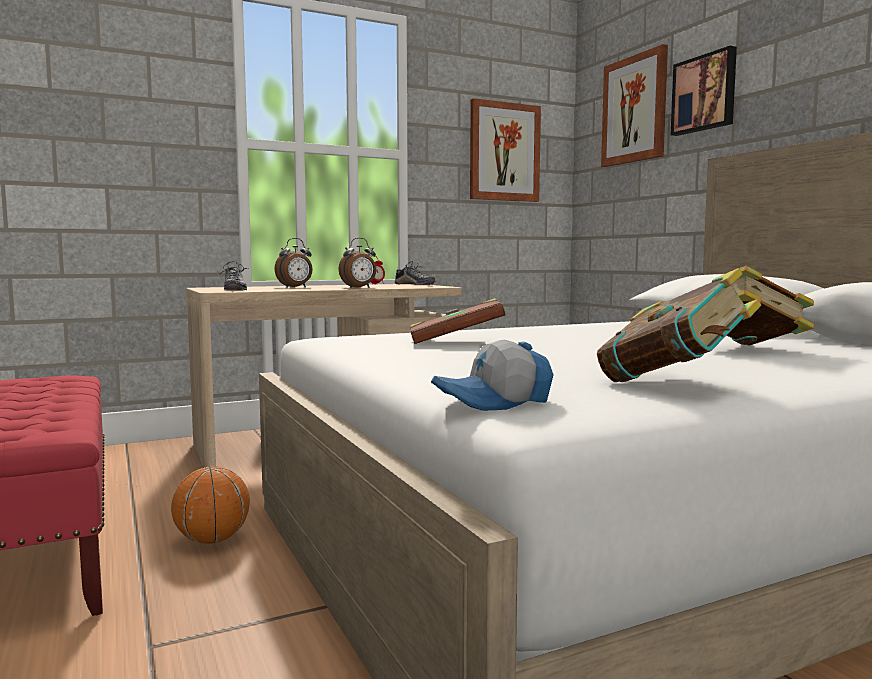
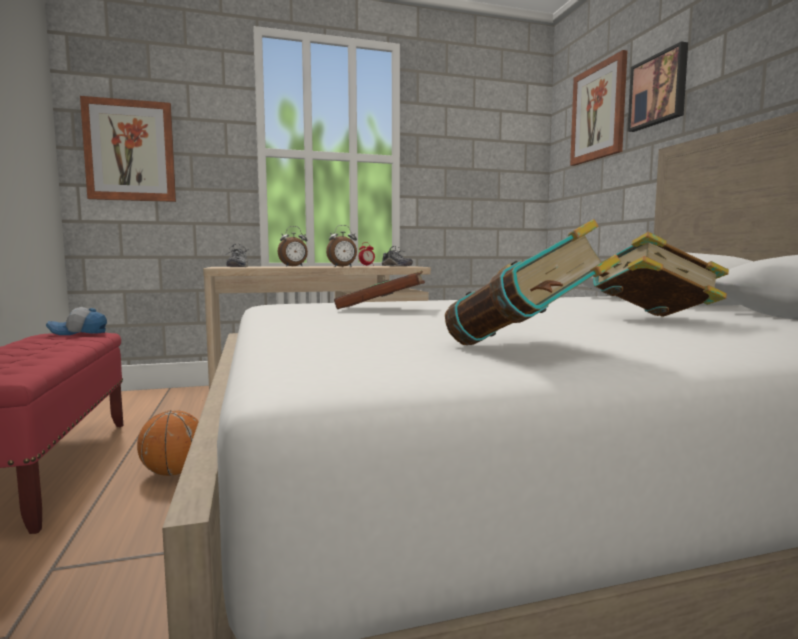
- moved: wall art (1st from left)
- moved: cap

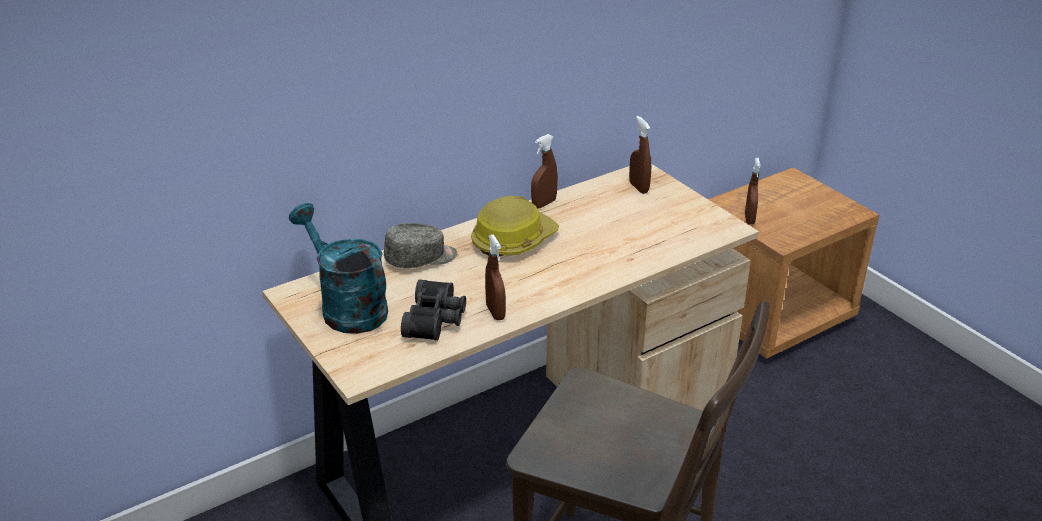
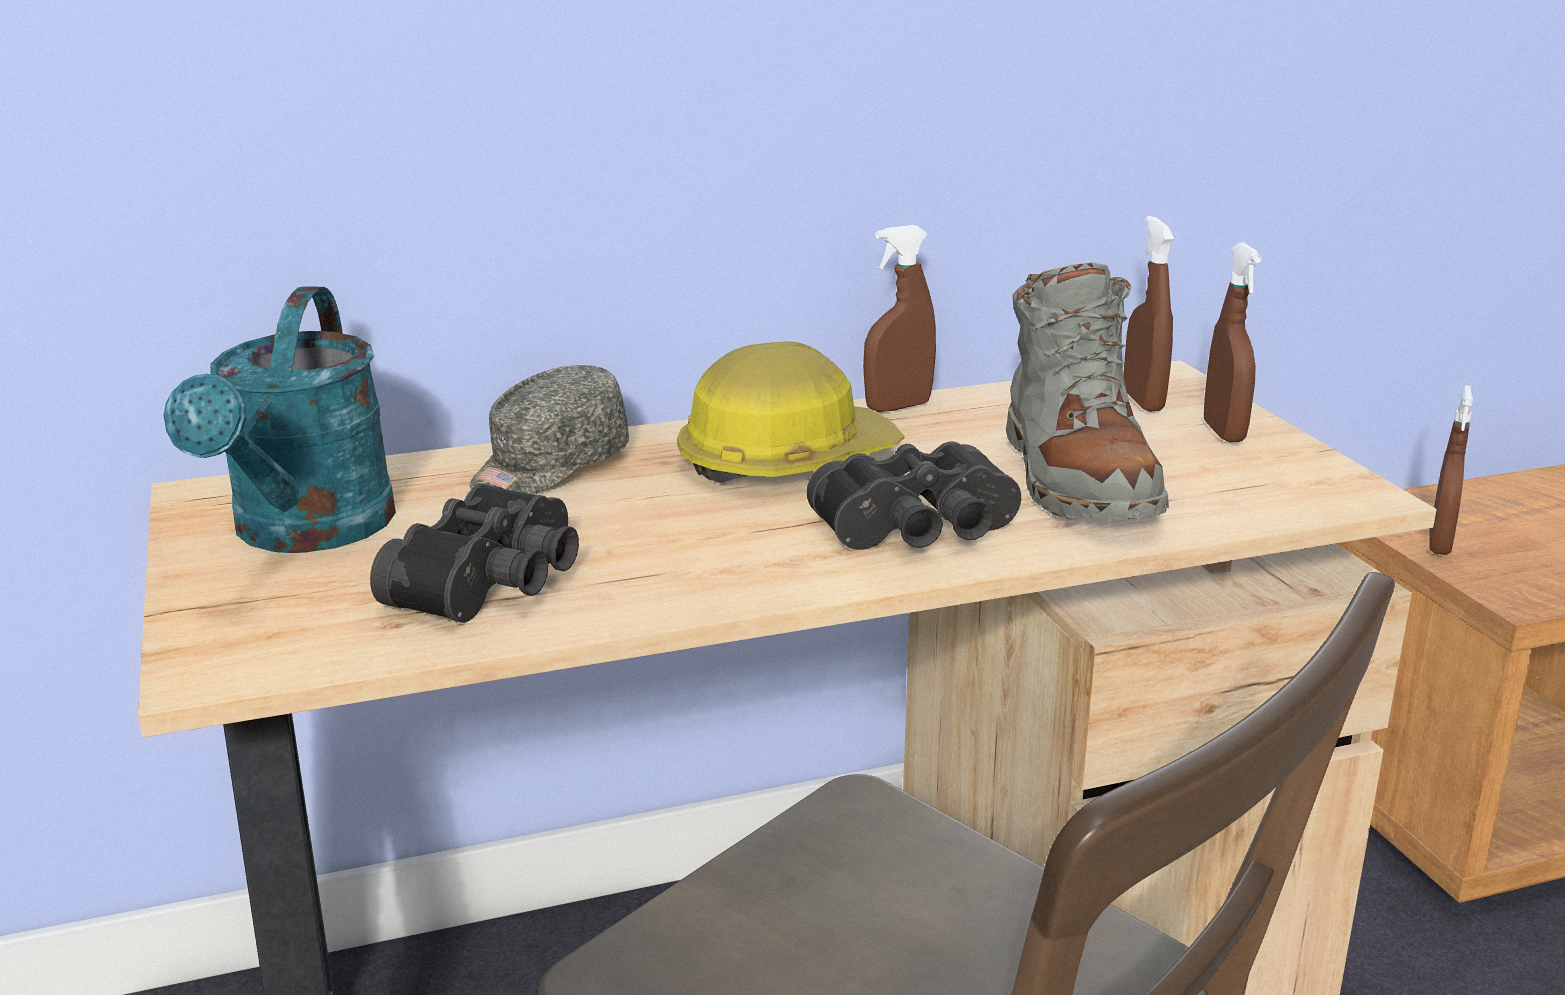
- turned: sprinkling can (turquoise) 150 degrees counterclockwise
- turned: cap (greyish) 135 degrees clockwise
- moved: hand sprayer (brownish) (1st from left in the first image) to hand sprayer (brownish) (3rd from left)
- added: high-top boot (greyish)
- added: pair of binoculars (black) (2nd from left)

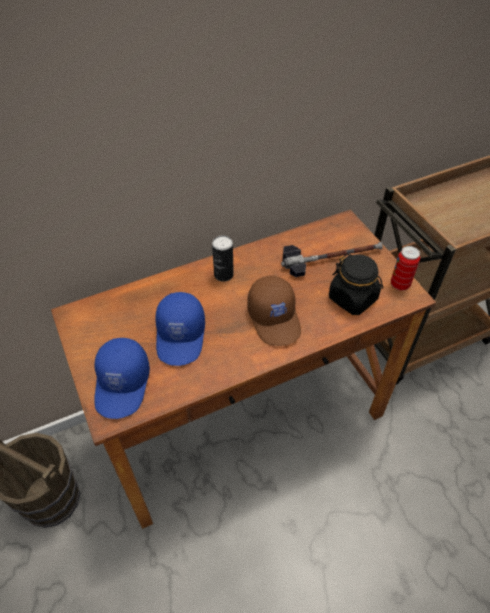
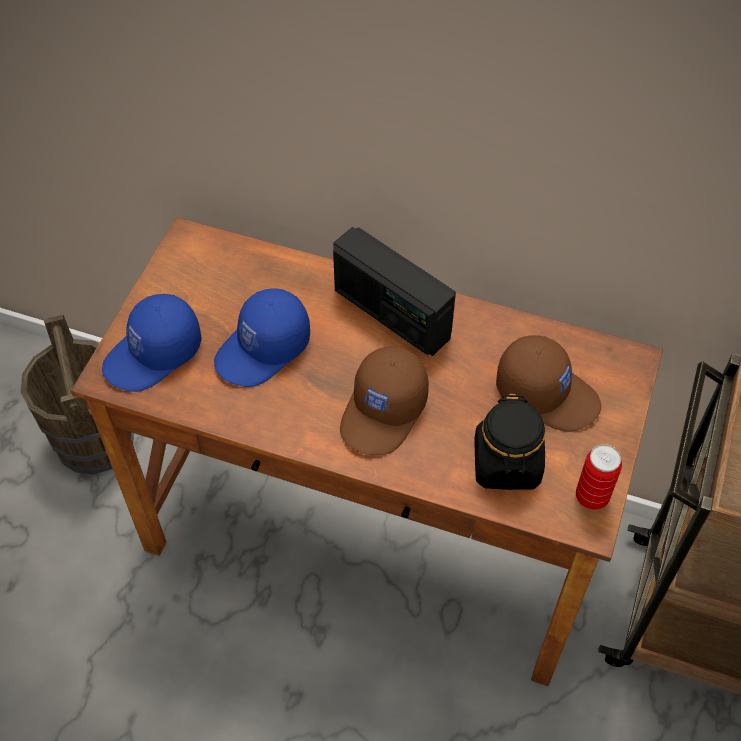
- replaced: metal can (1st from left) to radio set
- replaced: hand hammer to cap (brownish) (2nd from left)

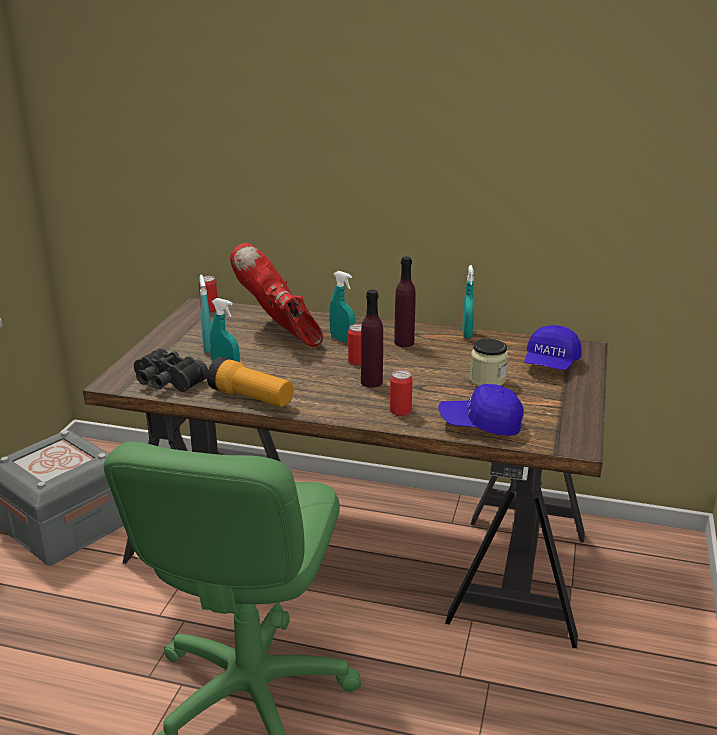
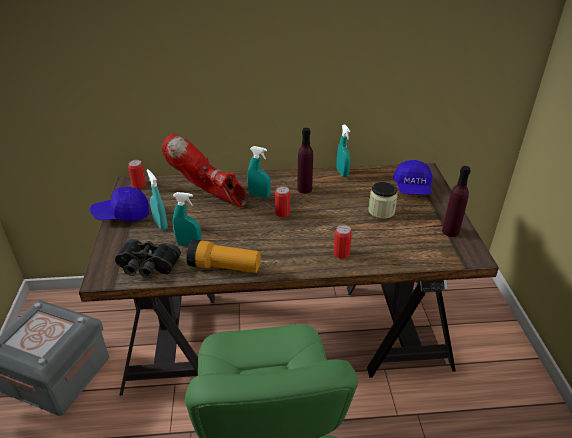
- moved: beverage bottle (purple-coloured) (1st from left in the first image) to beverage bottle (purple-coloured) (2nd from left)
- moved: cap (blue-coloured) (1st from left)

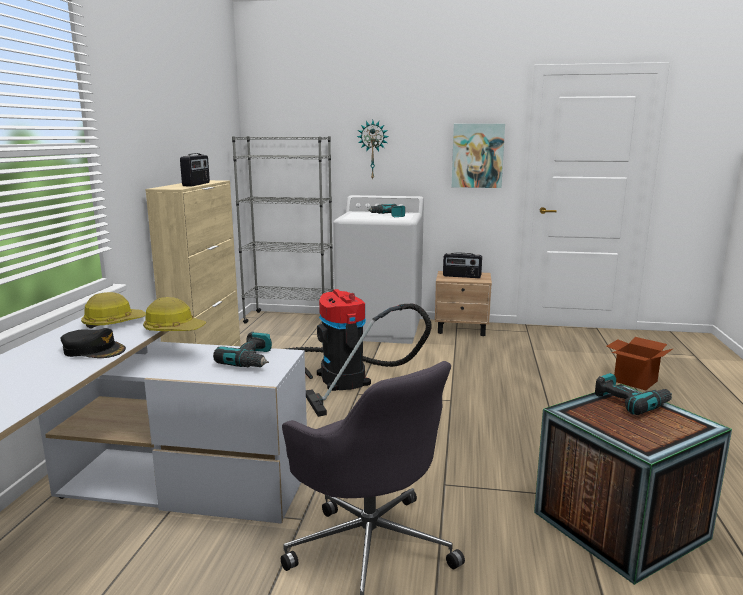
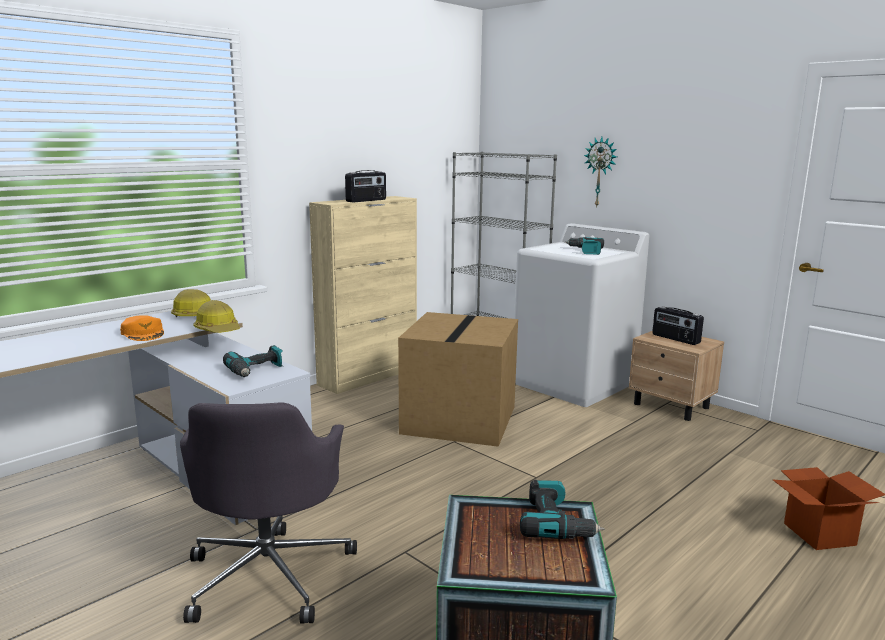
- removed: wall art
- replaced: vacuum cleaner to cardboard box (1st from left)
- recoloured: cap (black) to cap (orange)

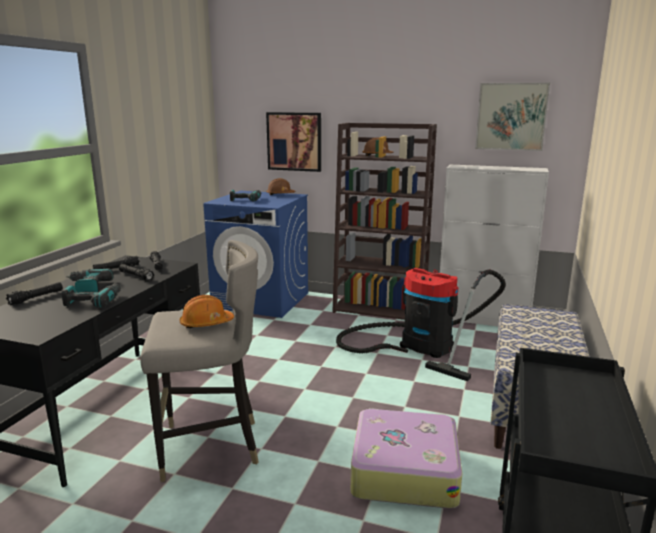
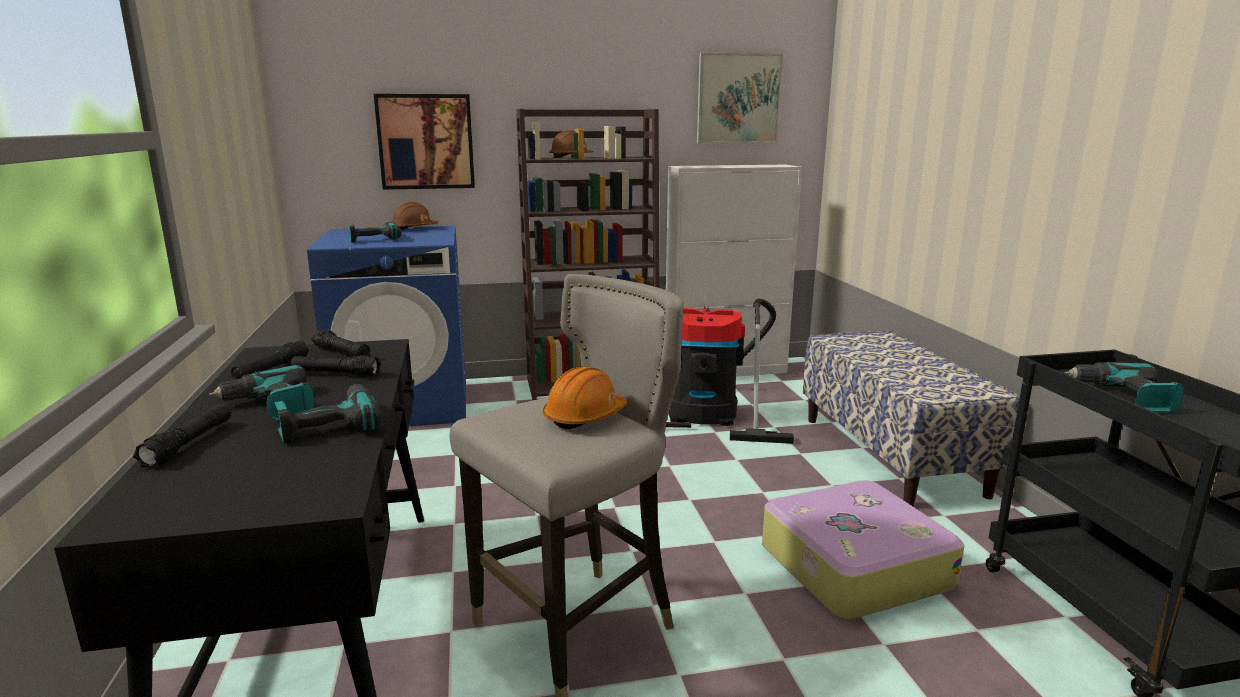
- added: drill (4th from left)

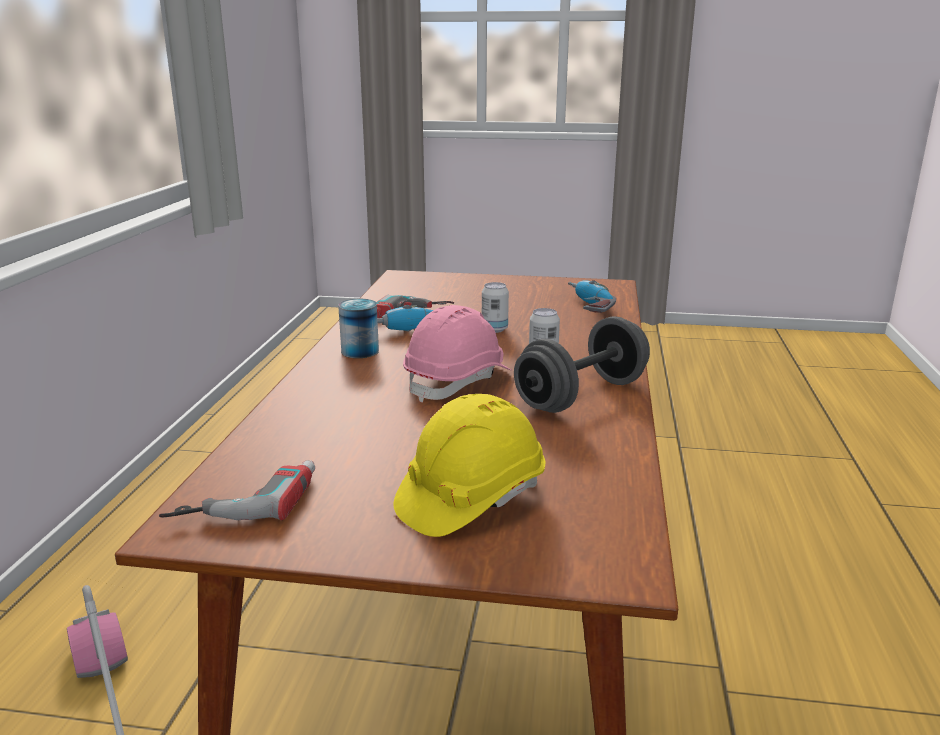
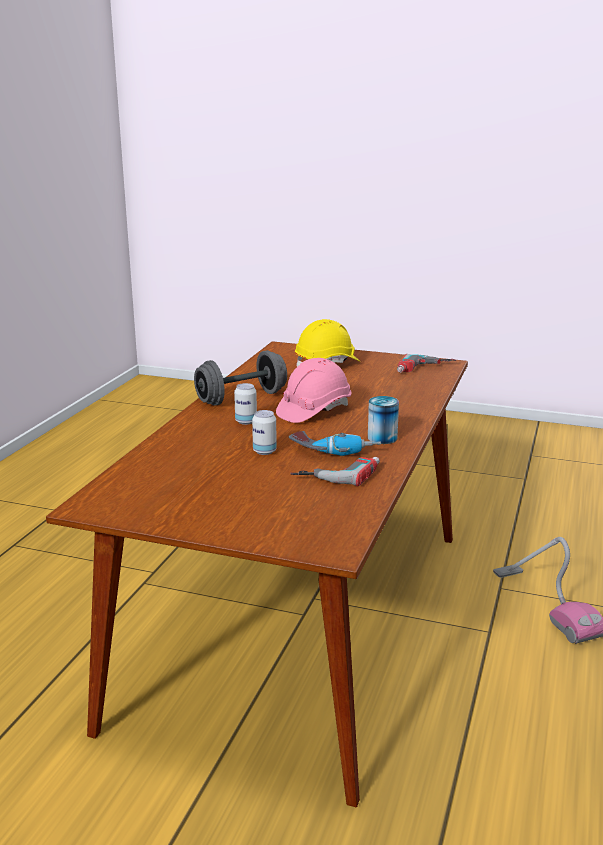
- removed: drill (4th from left)

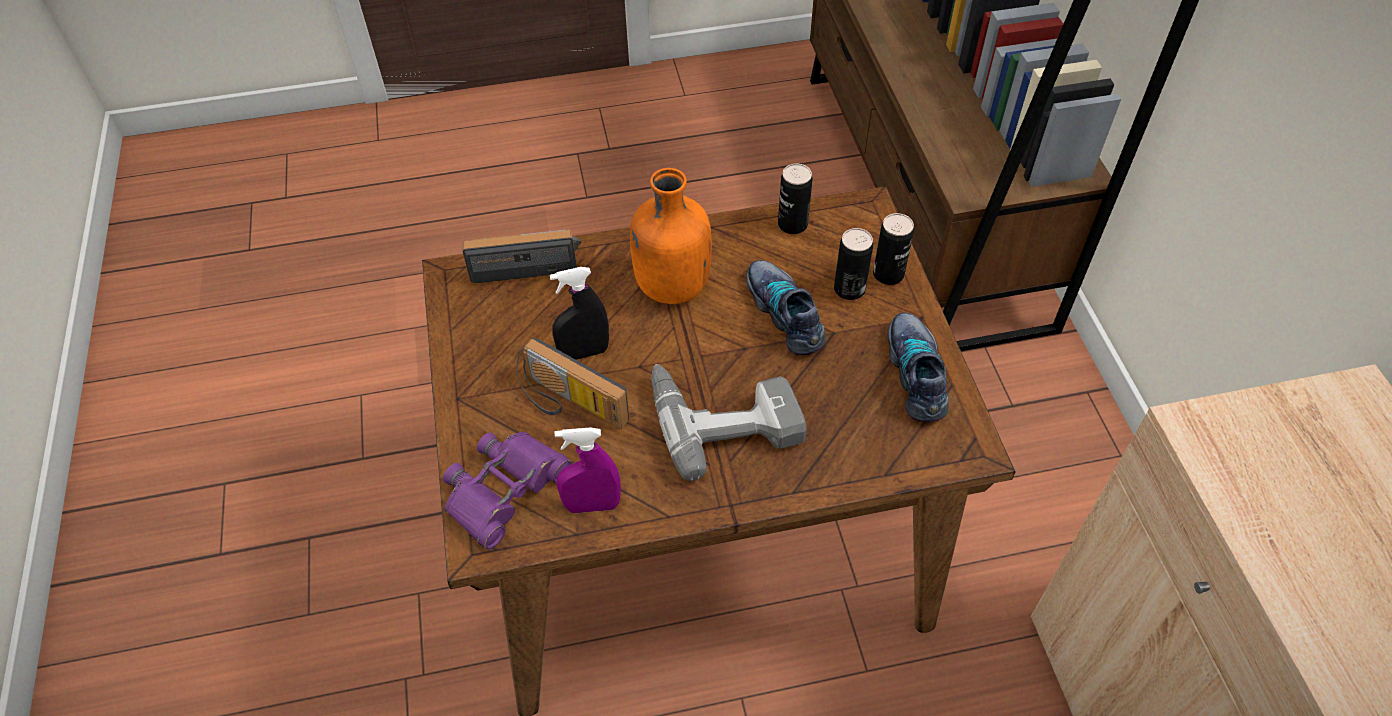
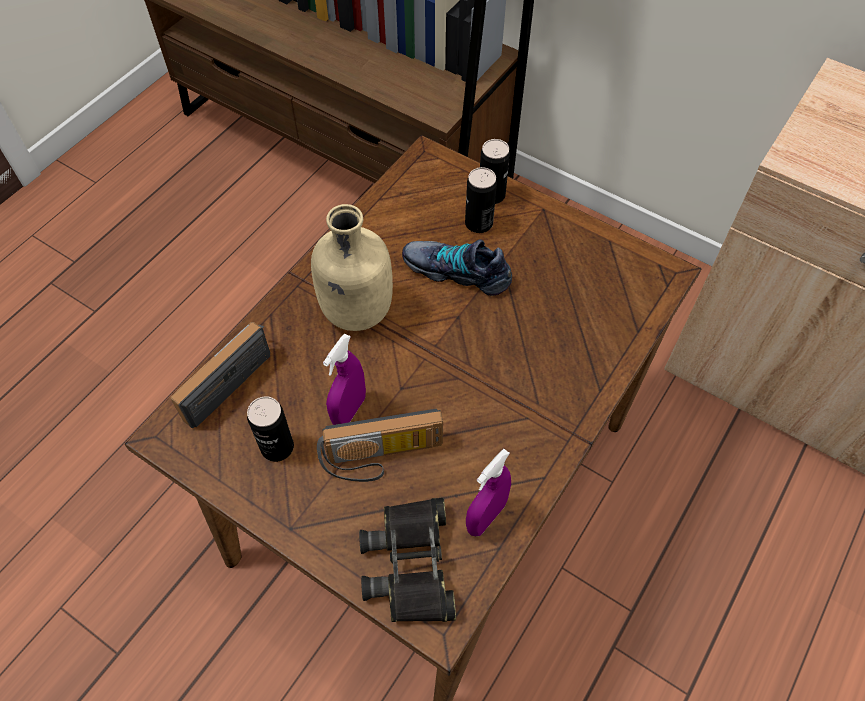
- moved: metal can (1st from left)
- recoloured: beverage bottle (orange) to beverage bottle (beige-coloured)
- recoloured: hand sprayer (black) to hand sprayer (purple-coloured) (1st from left)
- removed: shoe (2nd from left)
- removed: drill
- recoloured: pair of binoculars (purple-coloured) to pair of binoculars (black)

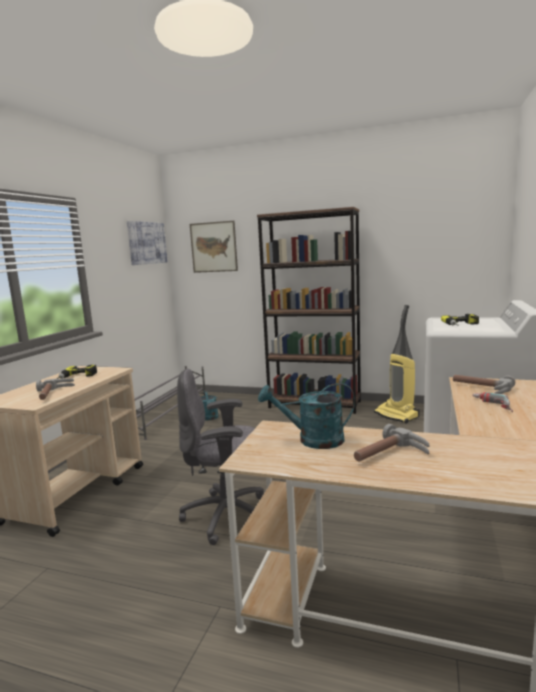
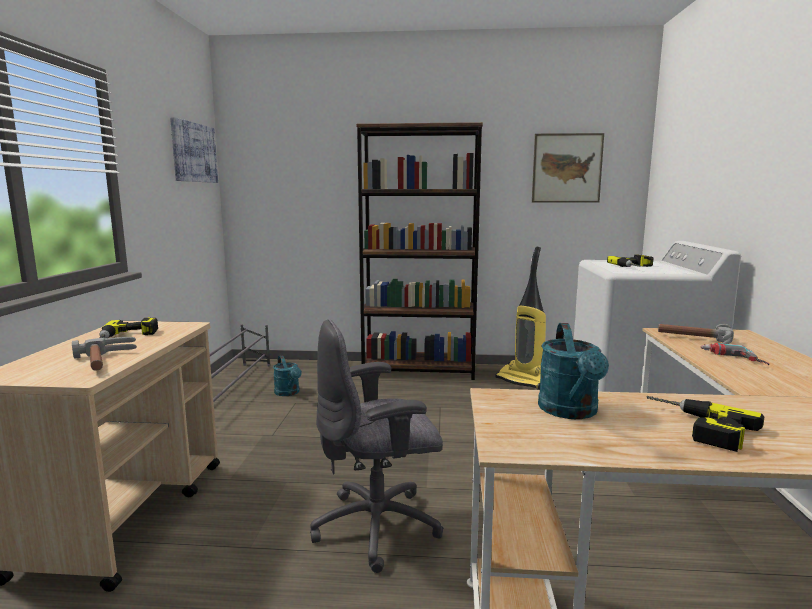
- moved: wall art (2nd from left)
- turned: sprinkling can (turquoise) (2nd from left) 75 degrees counterclockwise
- replaced: hand hammer (2nd from left) to drill (3rd from left)

